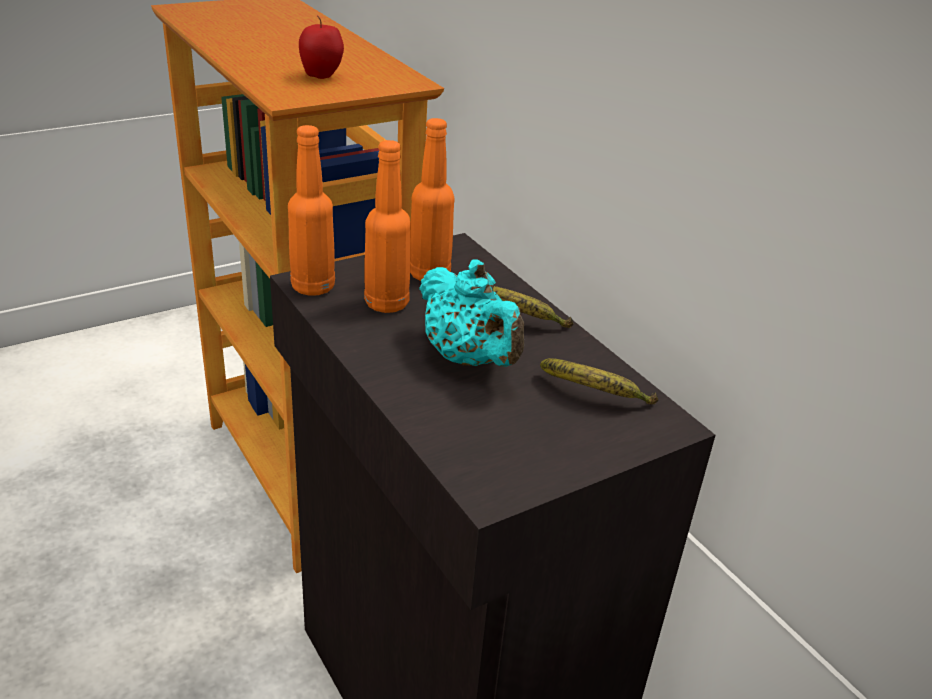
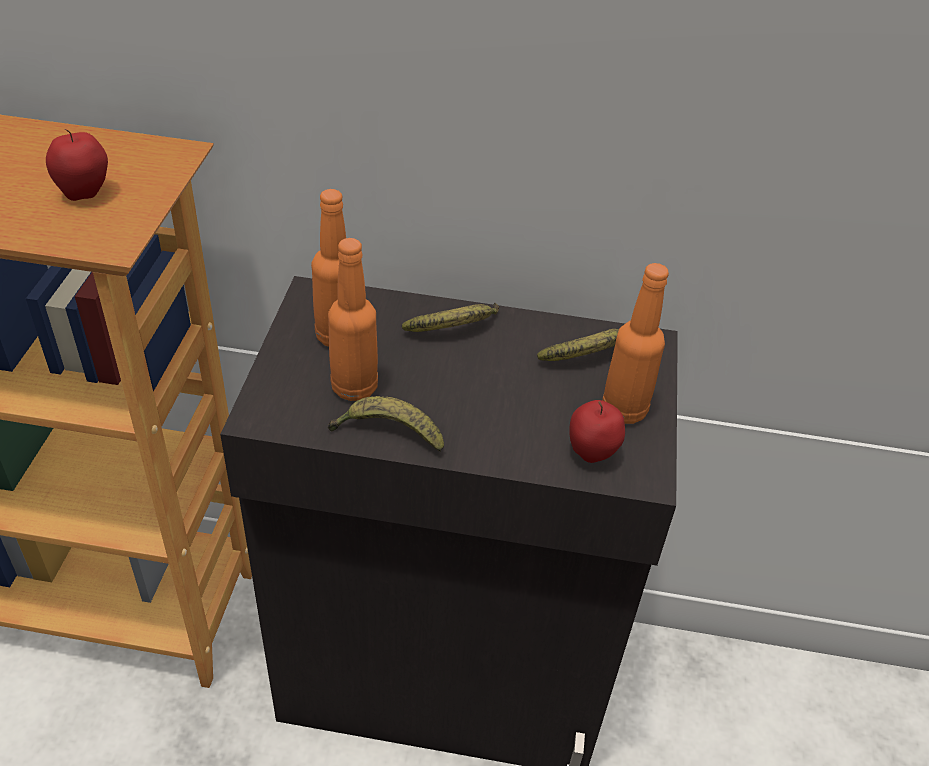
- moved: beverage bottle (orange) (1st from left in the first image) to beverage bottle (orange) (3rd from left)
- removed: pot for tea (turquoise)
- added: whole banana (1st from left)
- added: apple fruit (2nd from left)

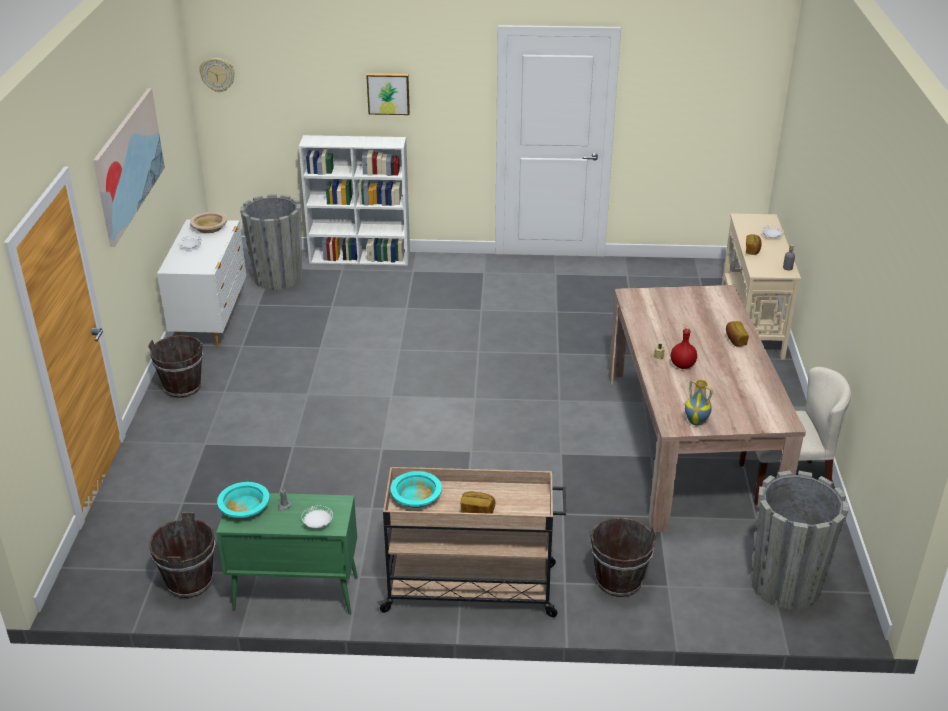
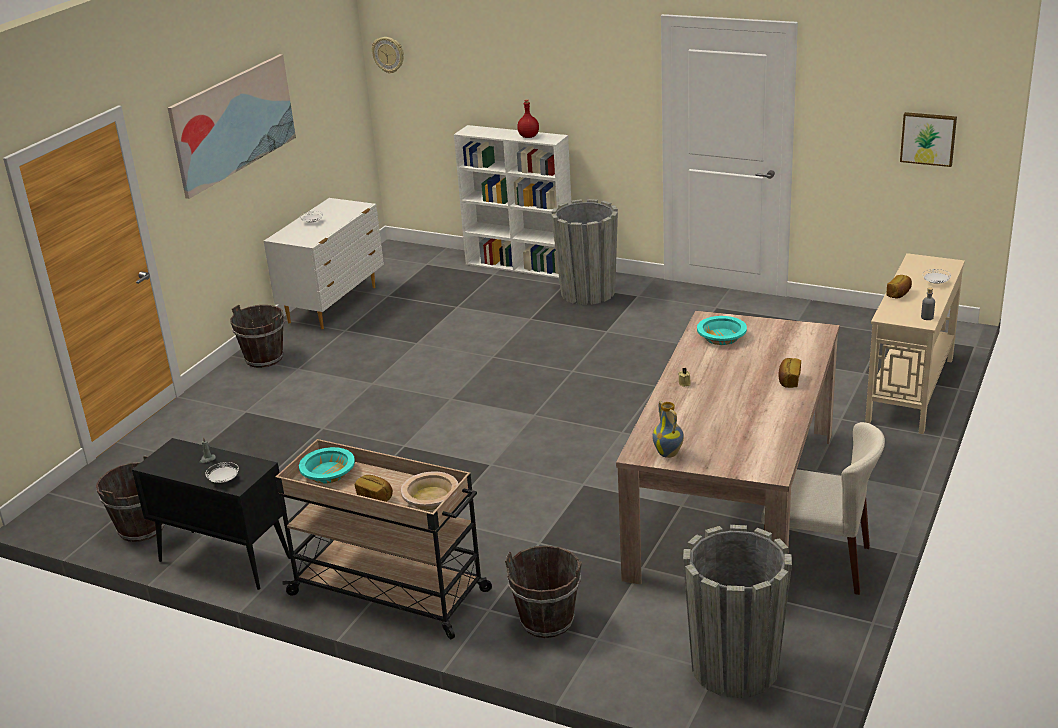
- moved: wall art (2nd from left)
- moved: planter (greyish) (1st from left)
- moved: serving bowl (beige-coloured)
- moved: beverage bottle (reddish)
- moved: serving bowl (turquoise) (1st from left in the first image) to serving bowl (turquoise) (2nd from left)
- recoloured: cupboard (green) to cupboard (black)

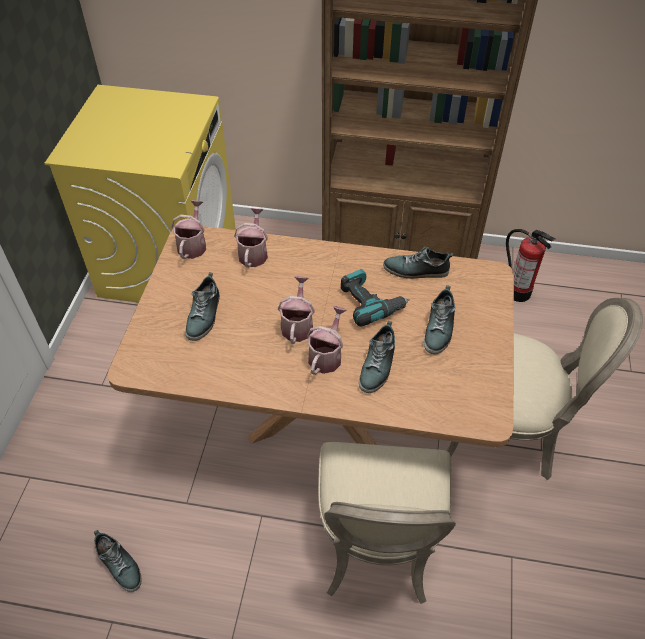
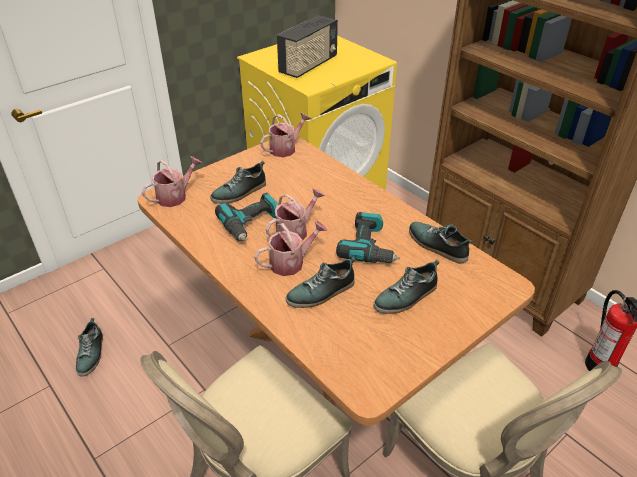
- moved: sprinkling can (2nd from left in the first image) to sprinkling can (1st from left)
- added: radio set
- added: drill (1st from left)

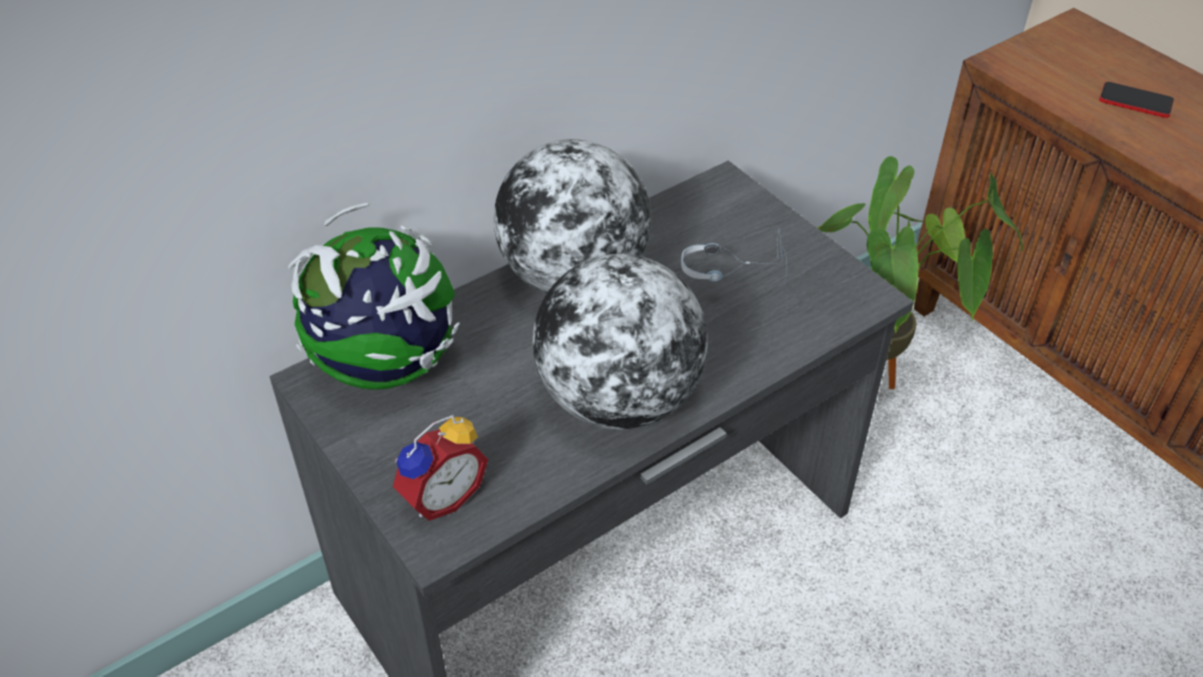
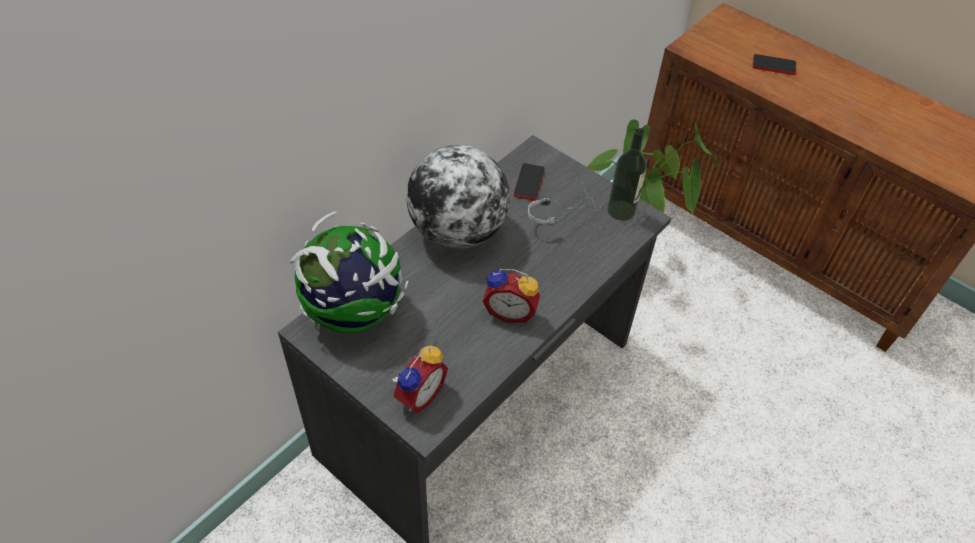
- replaced: world globe (3rd from left) to table clock (2nd from left)
- added: beverage bottle
- added: telephone (1st from left)

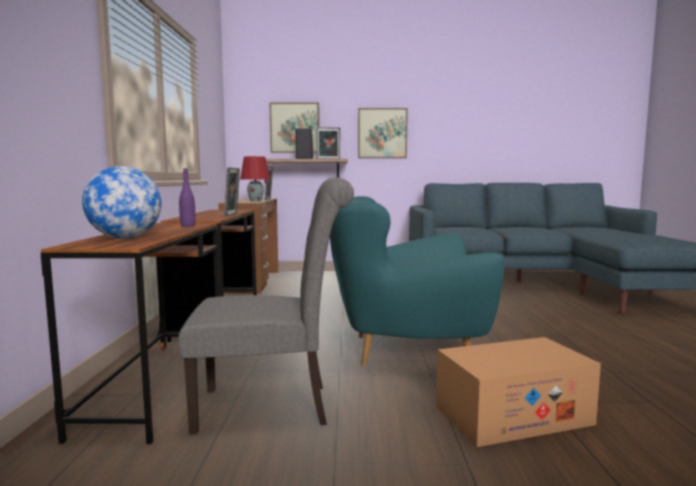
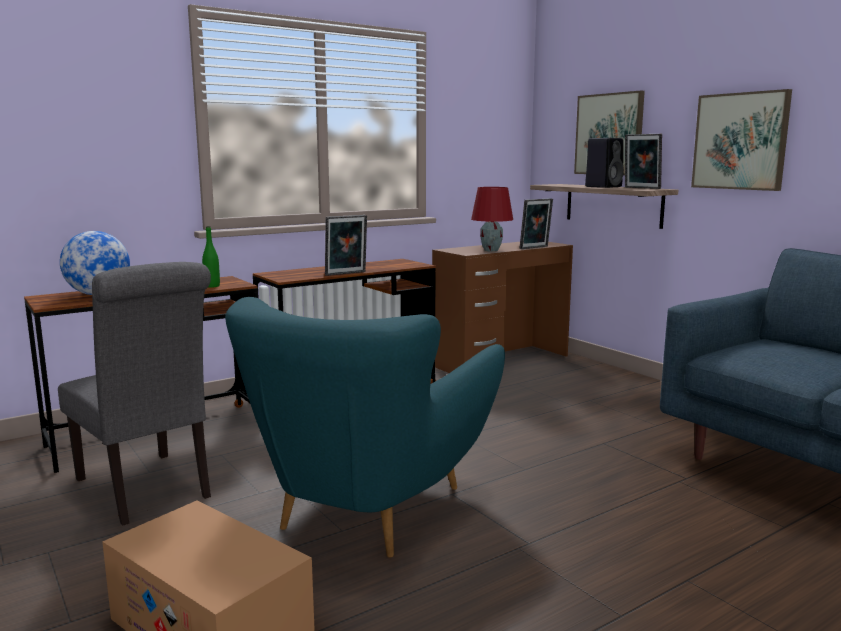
- recoloured: beverage bottle (purple-coloured) to beverage bottle (green)
- turned: easy chair (turquoise) 120 degrees counterclockwise

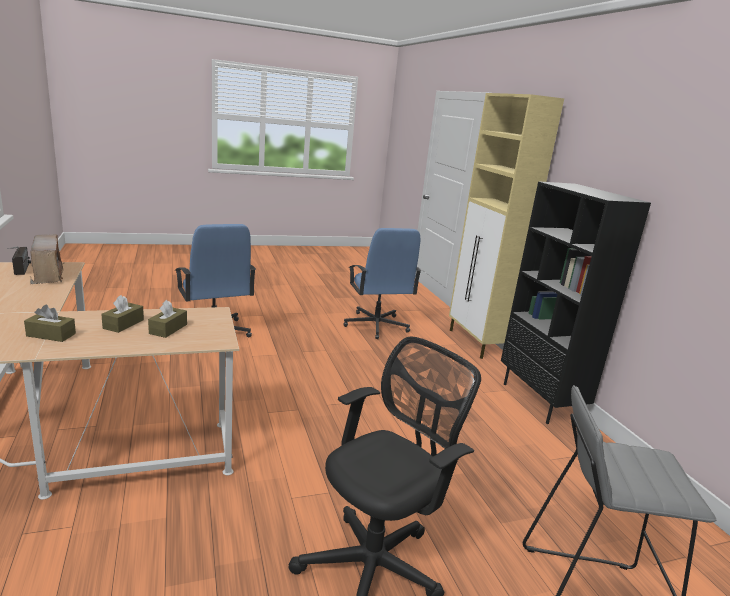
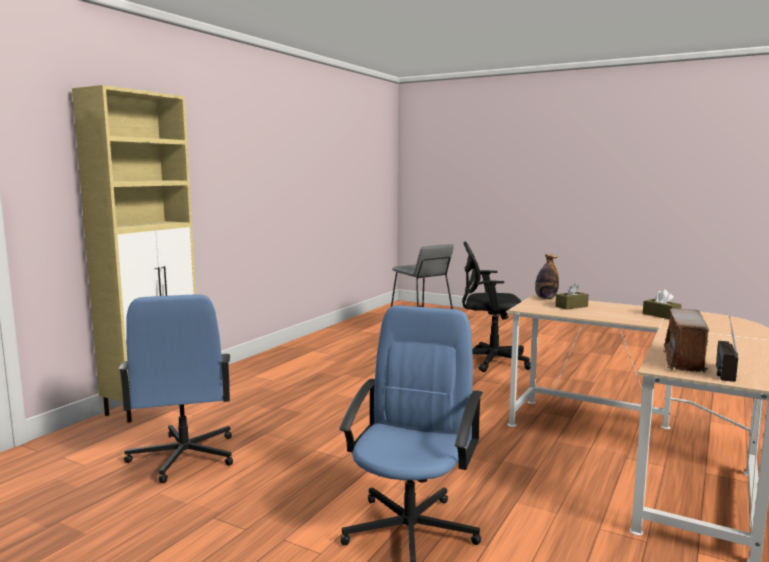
- removed: shelving unit (black)
- turned: computer chair (blue-coloured) (2nd from left in the first image) 135 degrees clockwise
- removed: tissue holder (brownish) (2nd from left)
- added: beverage bottle

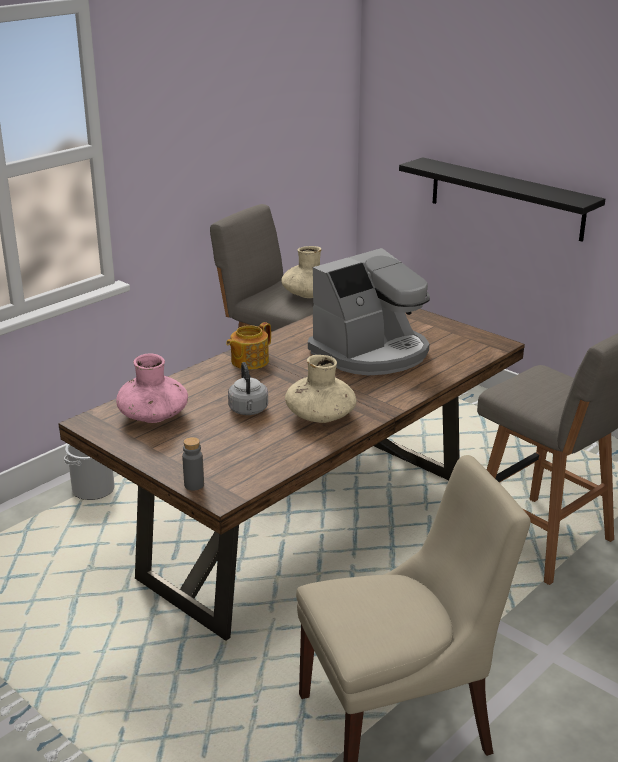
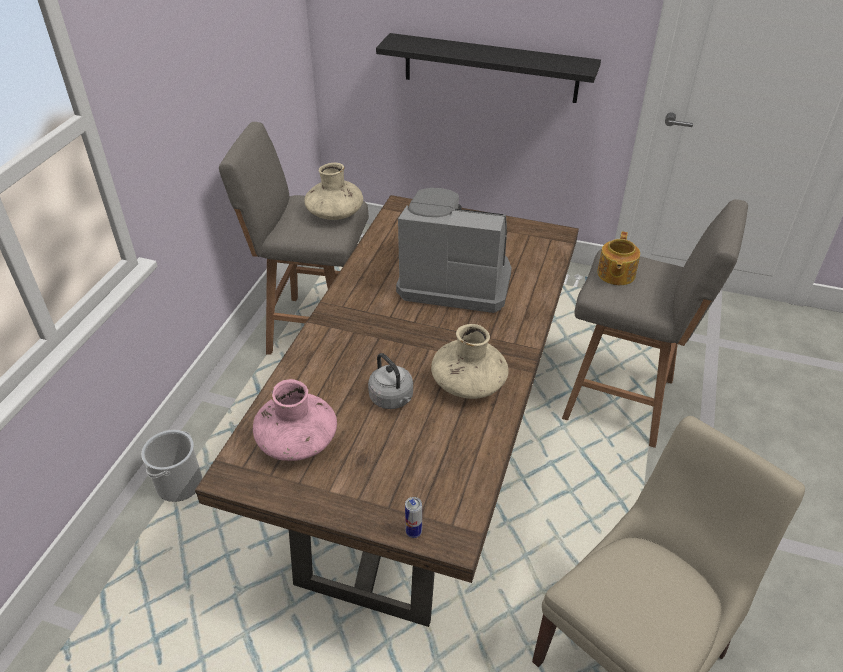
- turned: coffee maker 105 degrees counterclockwise
- moved: pot for tea
- replaced: beverage bottle (greyish) to metal can

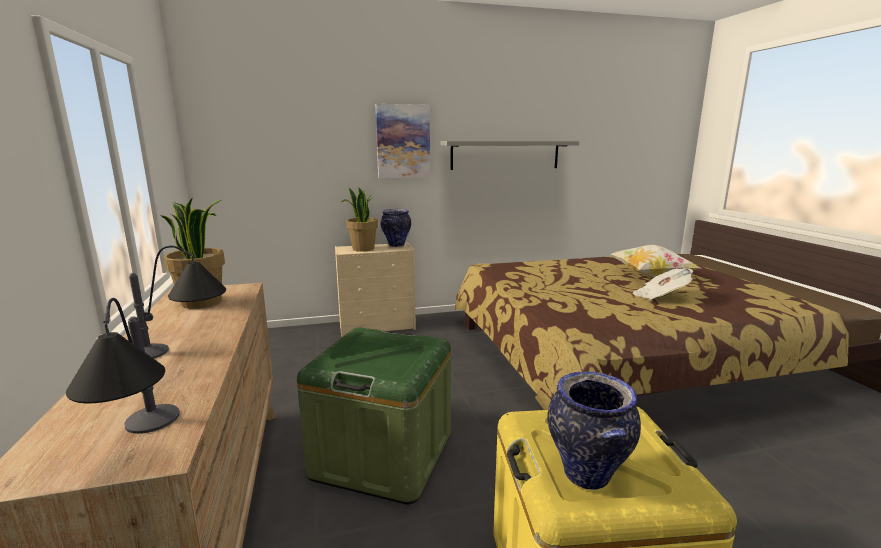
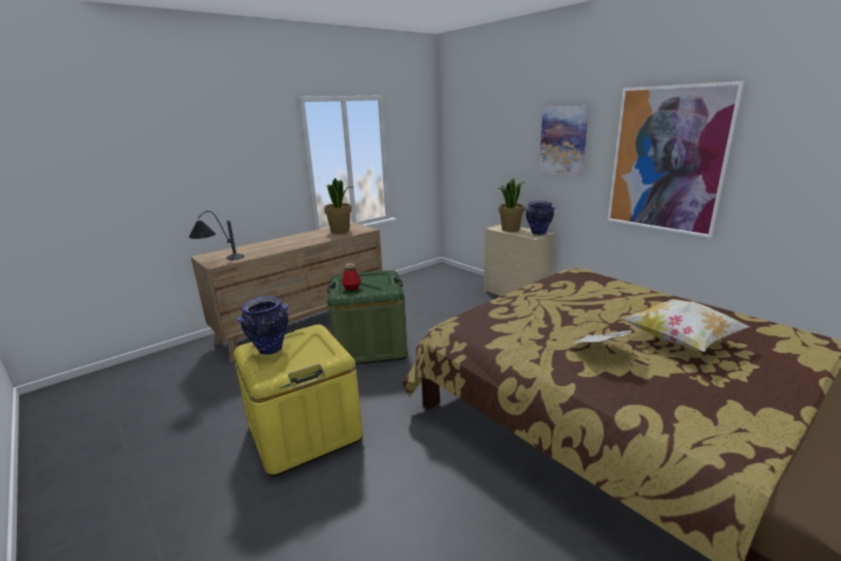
- replaced: shelf (greyish) to wall art (2nd from left)
- removed: tabletop lamp (2nd from left)
- added: beverage bottle

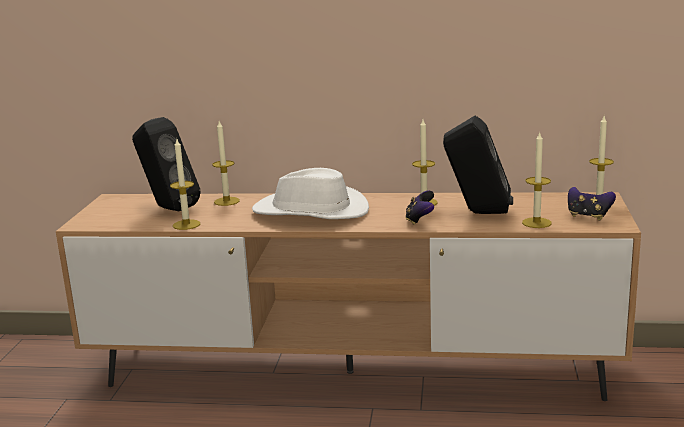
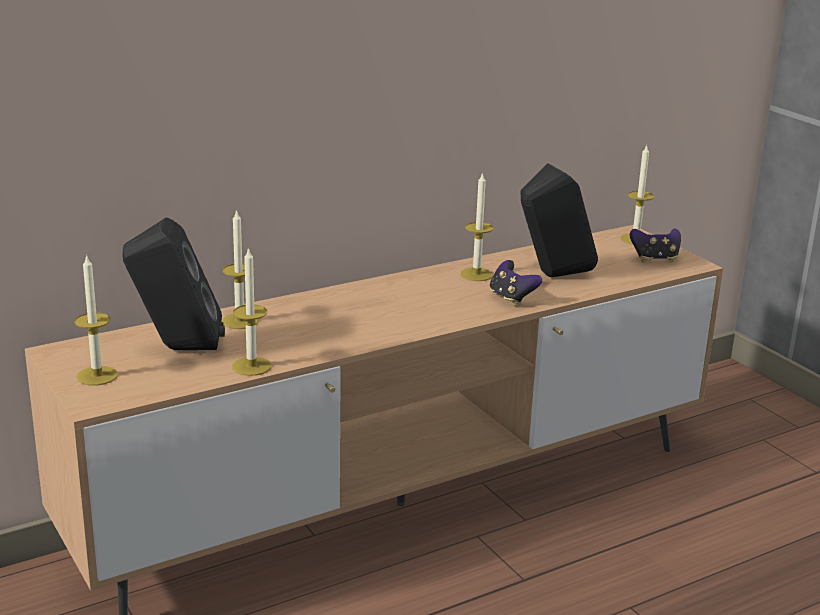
- moved: wax candle (4th from left in the first image) to wax candle (1st from left)
- removed: hat (white)

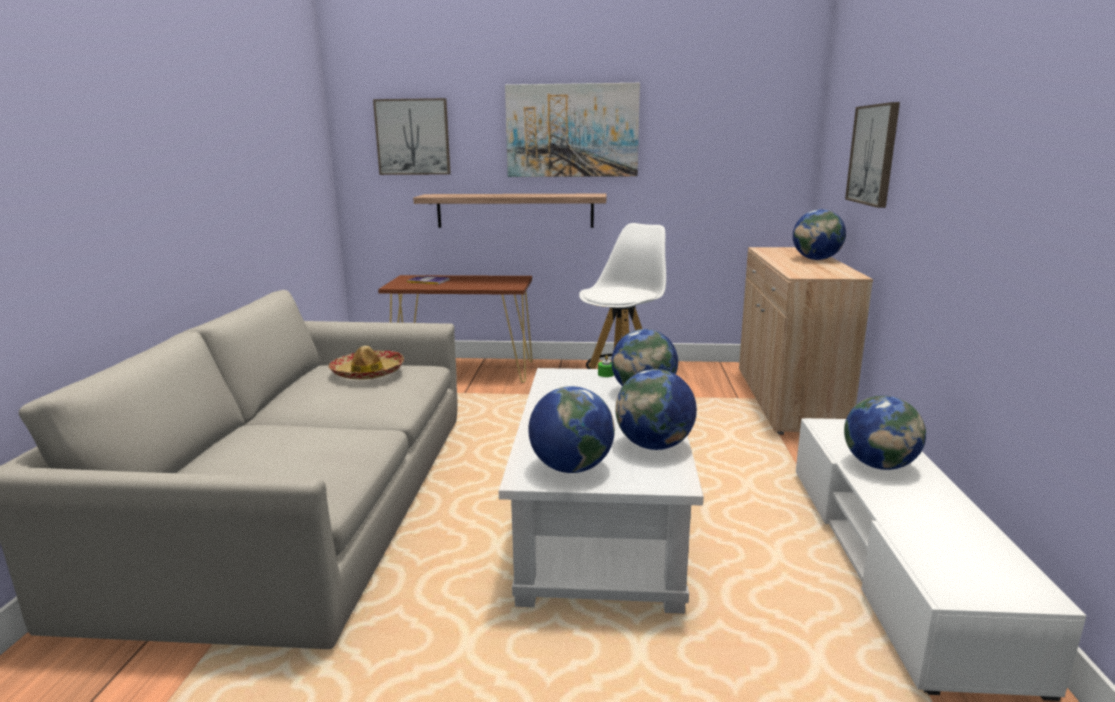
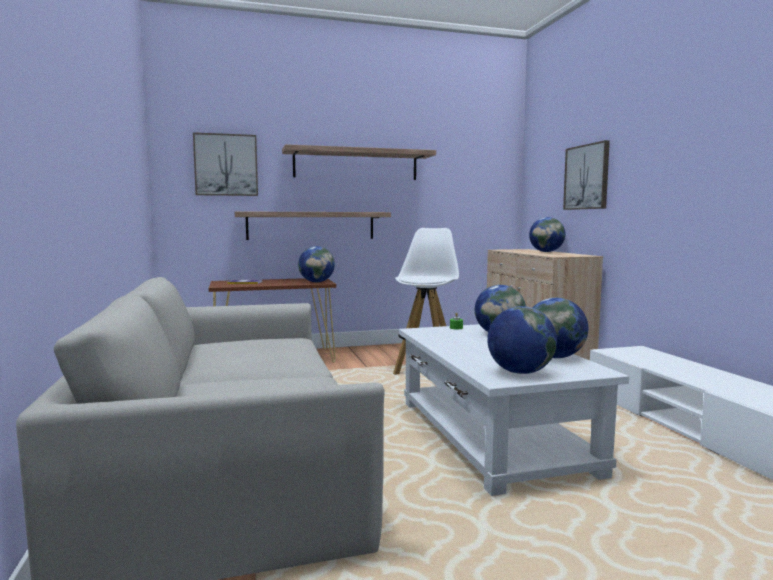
- replaced: wall art (2nd from left) to shelf (2nd from left)
- removed: hat
- moved: world globe (5th from left in the first image) to world globe (1st from left)

